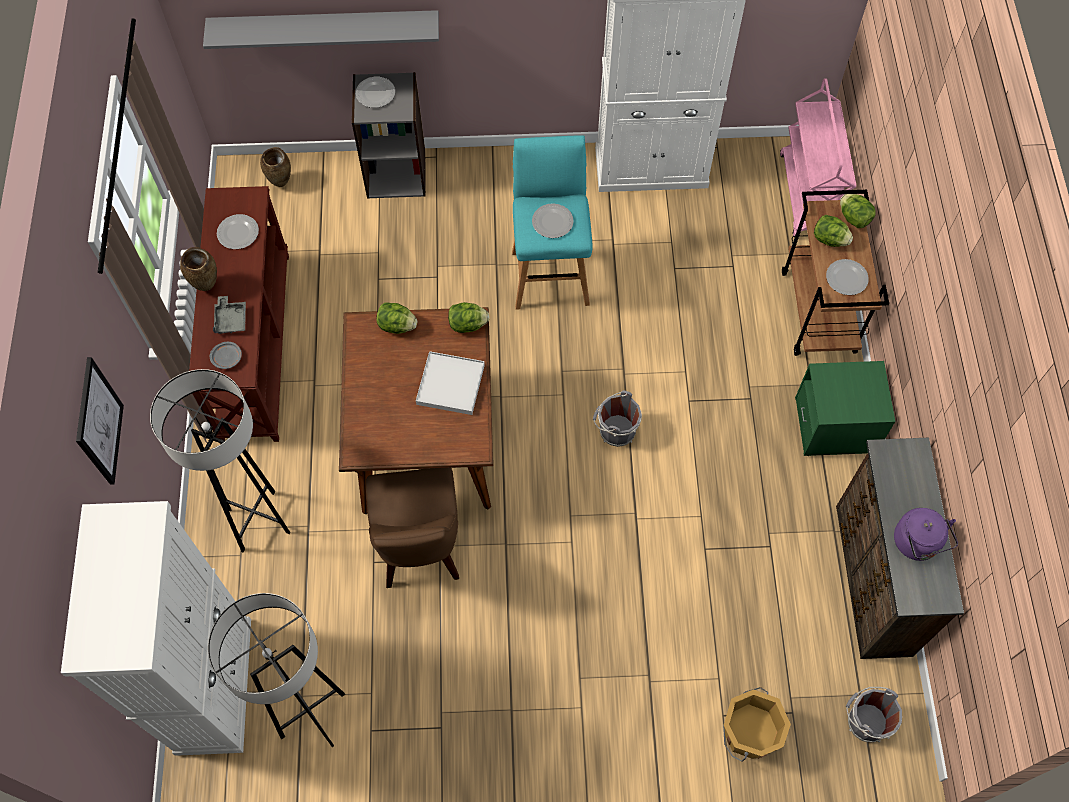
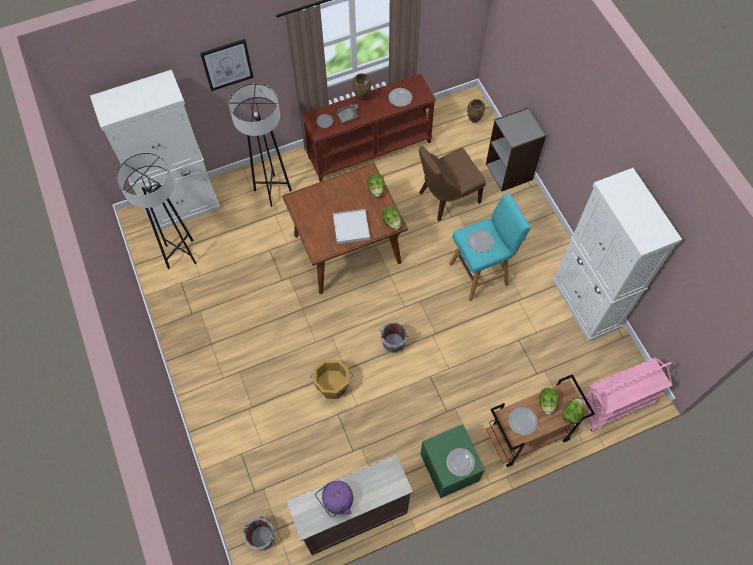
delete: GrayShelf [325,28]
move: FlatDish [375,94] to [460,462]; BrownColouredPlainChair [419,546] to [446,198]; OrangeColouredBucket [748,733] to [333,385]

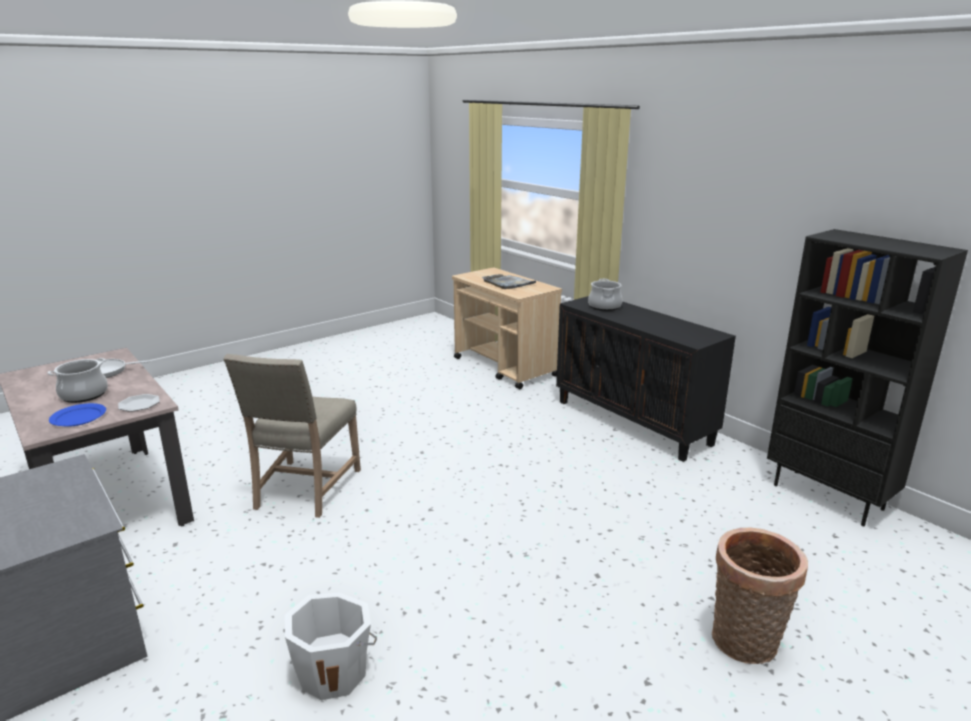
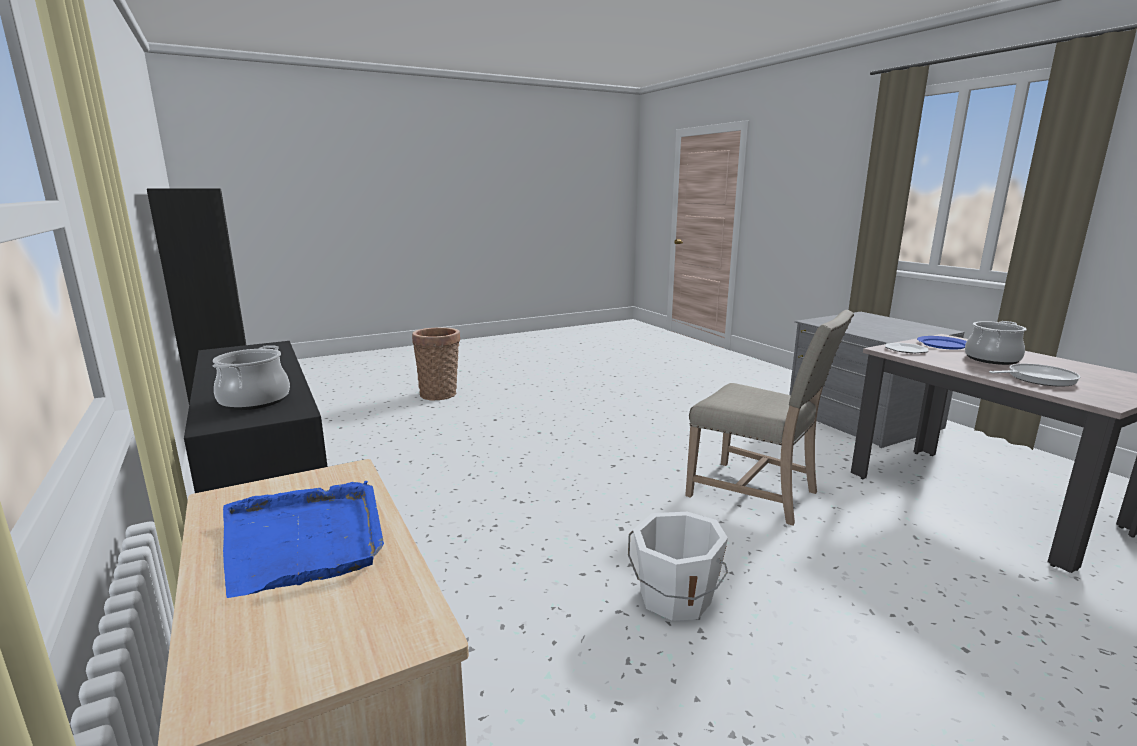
move: WhiteBucket [334,672] to [675,598]
recolor: GrayCarryingTray [508,283] to BlueColouredCarryingTray [304,540]
rotate: BeigeColouredPlainChair [305,490] = [757,493] 105 degrees clockwise

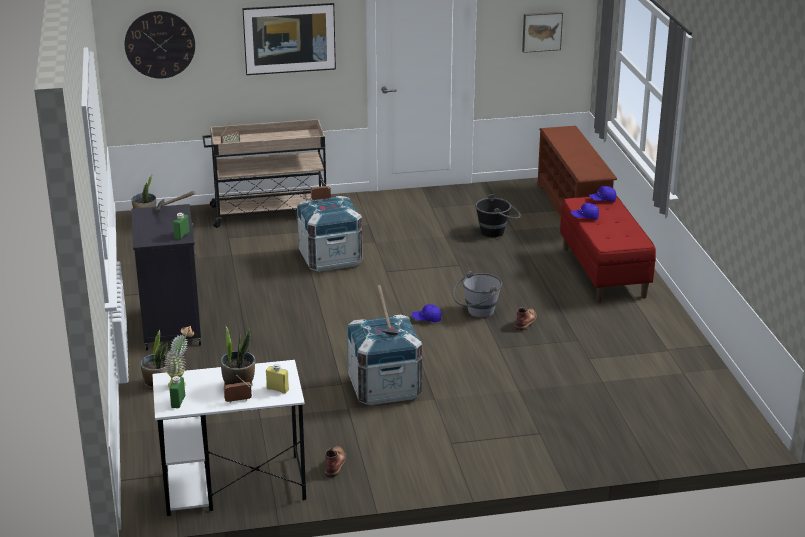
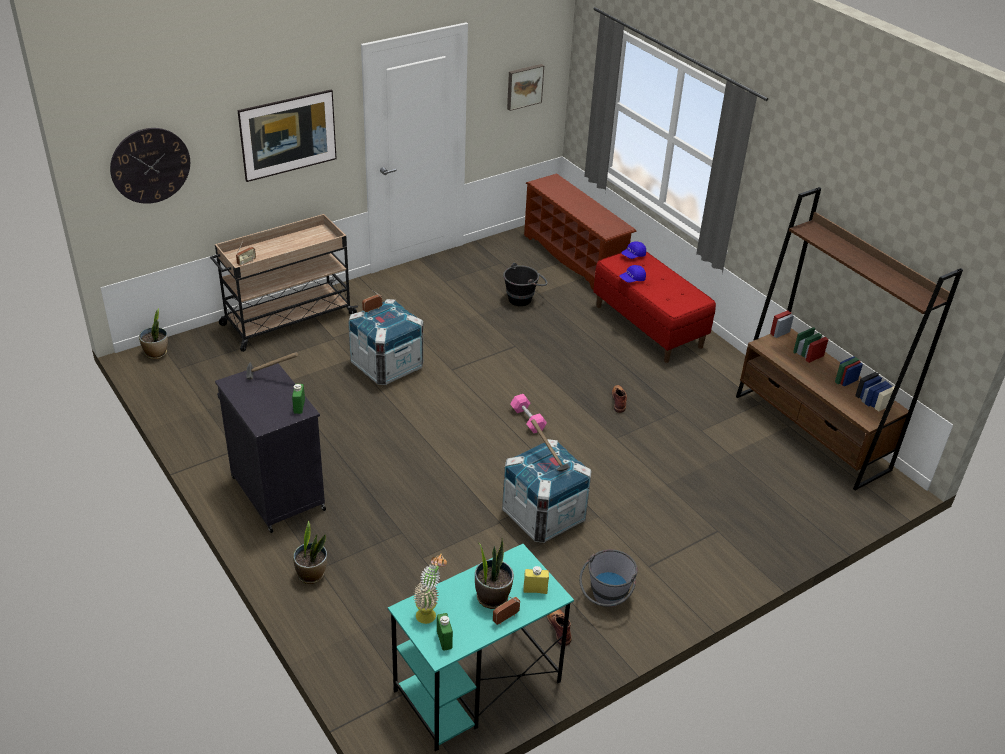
insert: BrownColouredBookshelf [811,432]
move: GrayBucket [476,313] to [606,599]
replace: BlueColouredPeakedCap [426,319] to PinkHandWeight [527,419]
recolor: WhiteDeskUnit [232,485] to TurquoiseColouredDeskUnit [476,687]

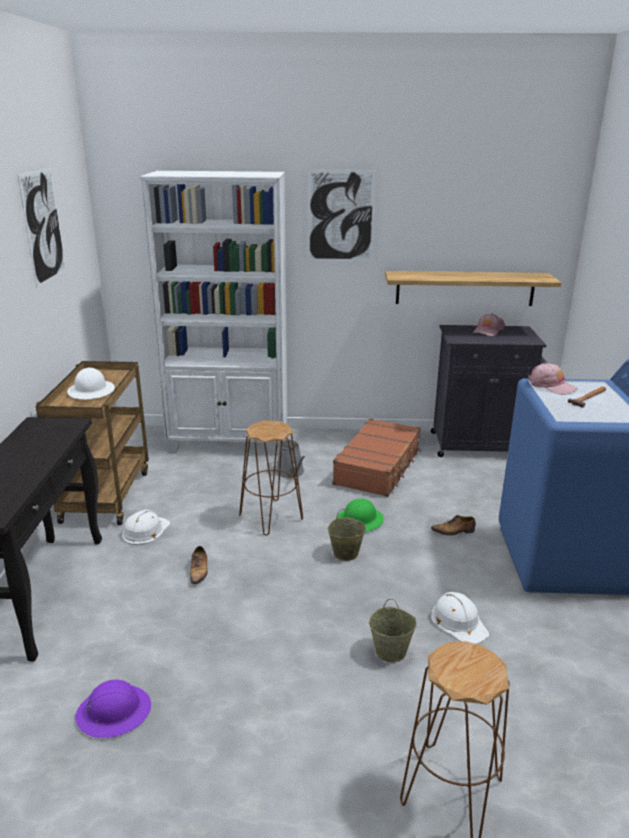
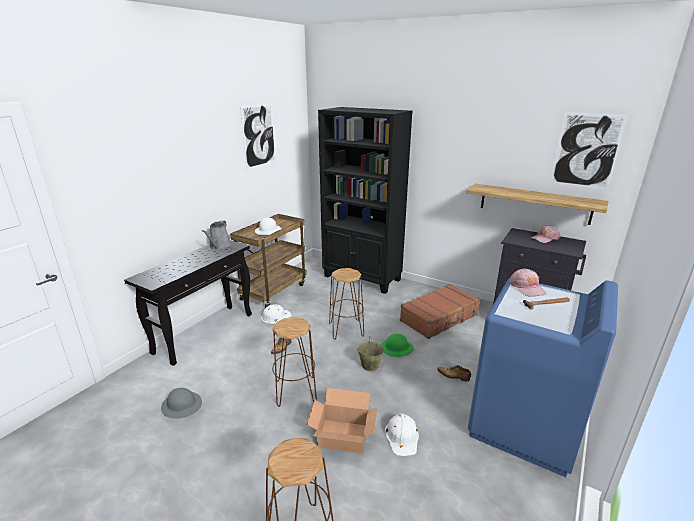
insert: BrownColouredSittingStool [295,391]
move: GrayWateringCan [291,473] to [219,246]; WallArt [340,216] to [586,150]
replace: BeigeColouredBucket [391,651] to CardboardBox [343,436]
recolor: PurpleSafetyHelmet [114,712] to GraySafetyHelmet [182,405]; WhiteBookshelf [230,442] to BlackBookshelf [362,278]

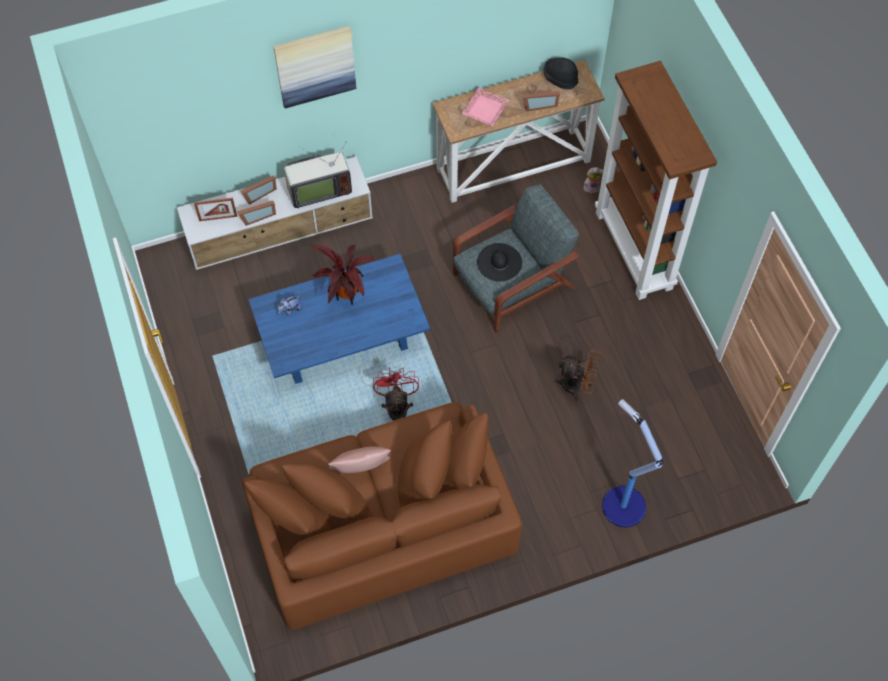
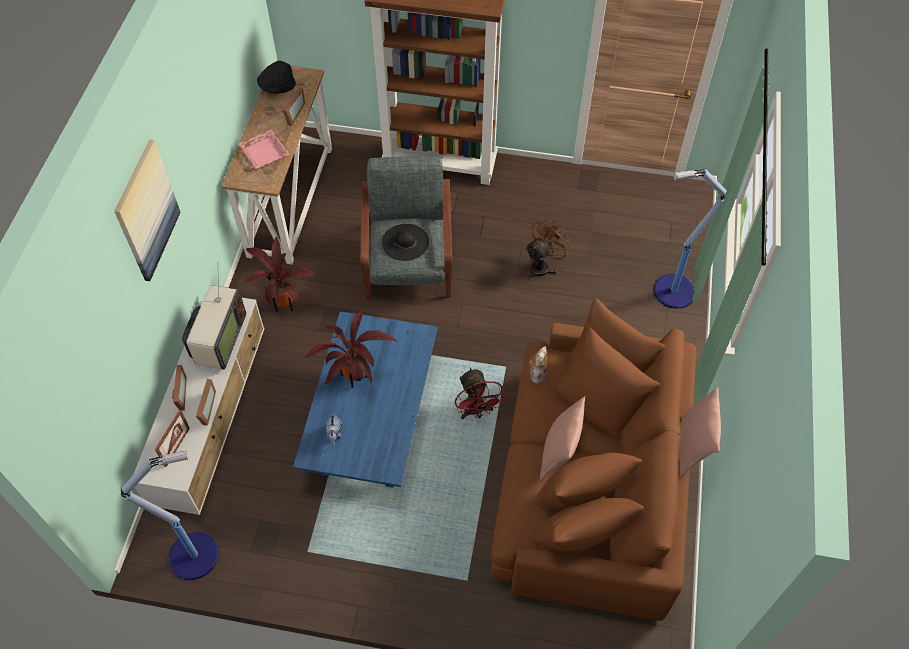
insert: StandardLamp [196,555]; Houseplant [286,302]; PinkCushion [692,447]
move: CuddlyToy [592,187] to [537,373]
rotate: RedColouredCoolingFan [397,407] = [476,411] 135 degrees counterclockwise

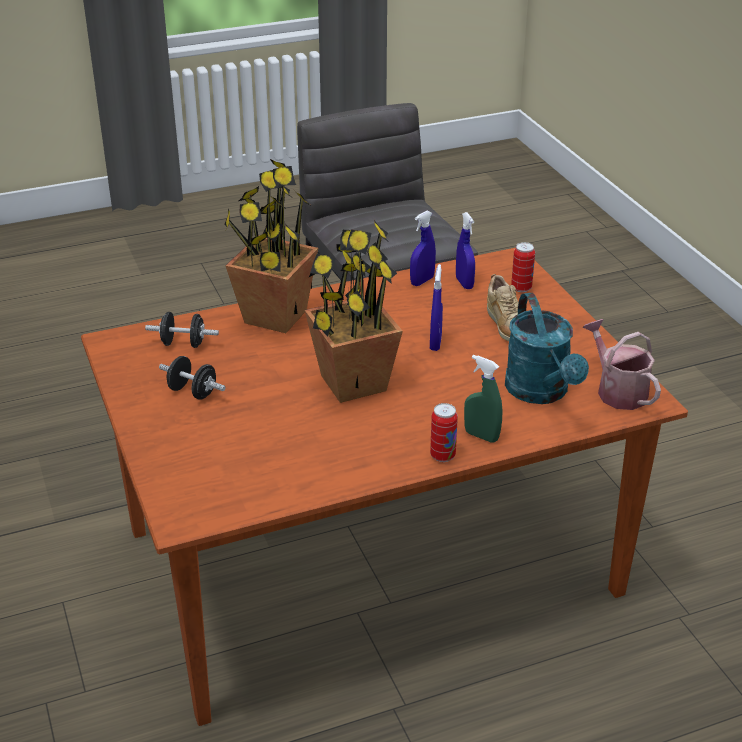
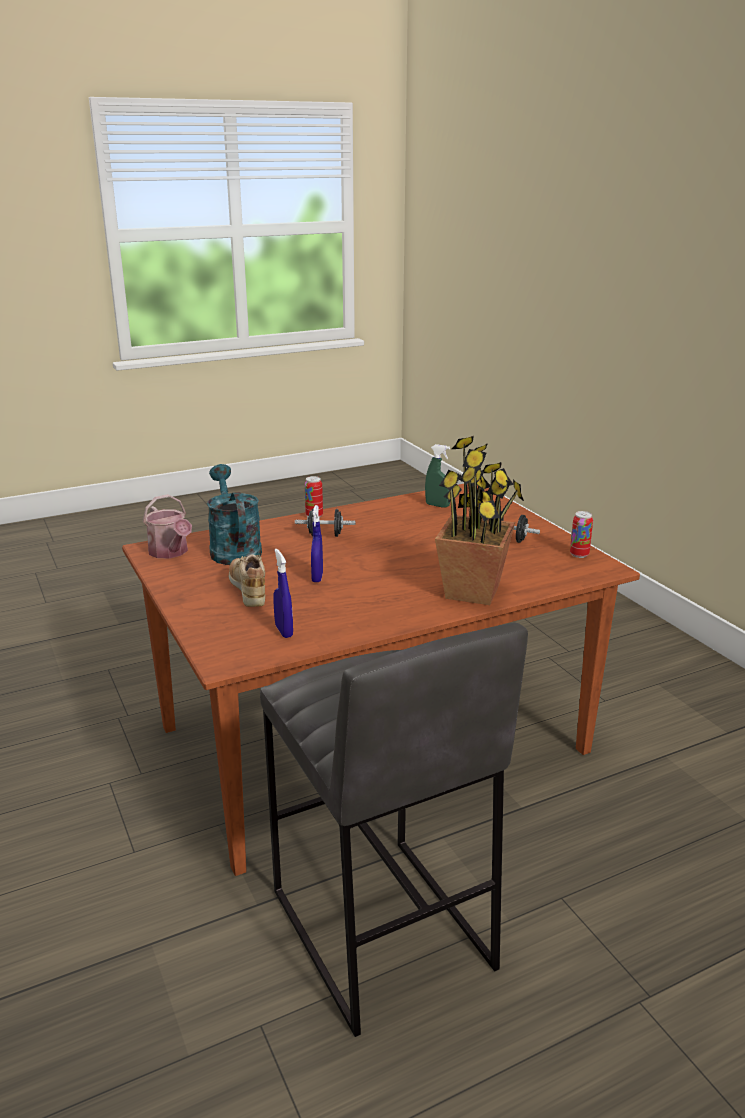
delete: Houseplant [352,383]; BlueColouredSprayer [422,281]
move: BlackHandWeight [183,344] to [325,535]; GreenSprayer [481,436] to [437,505]; MetalCan [521,288] to [579,554]

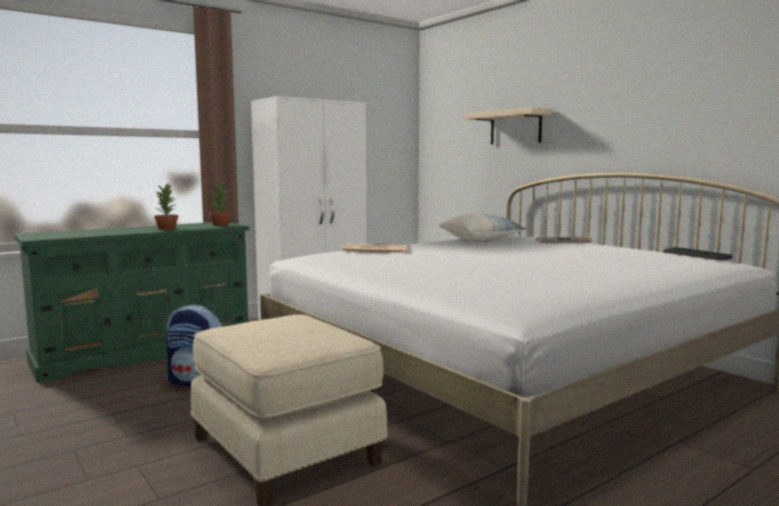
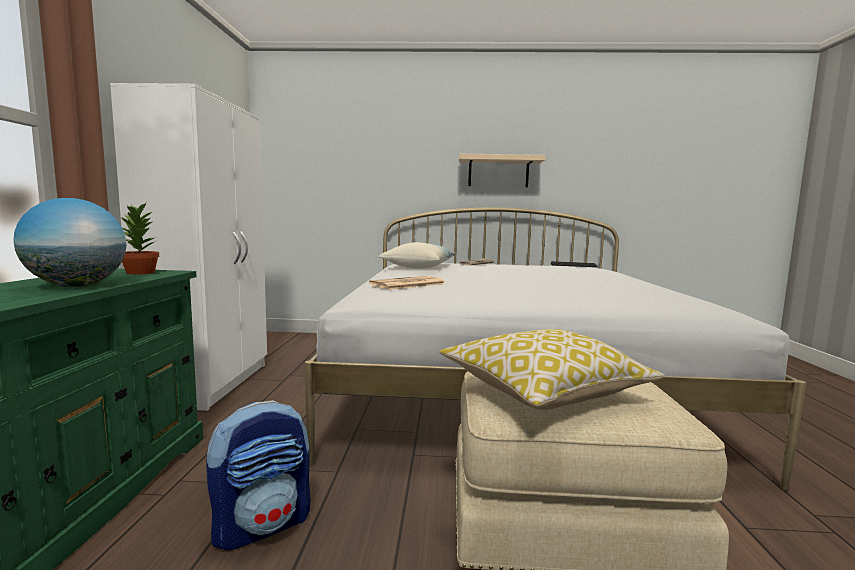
insert: Cushion [542,390]
move: BeigeColouredShelf [515,128] to [498,172]
replace: Houseplant [167,229] to DeskGlobe [77,286]

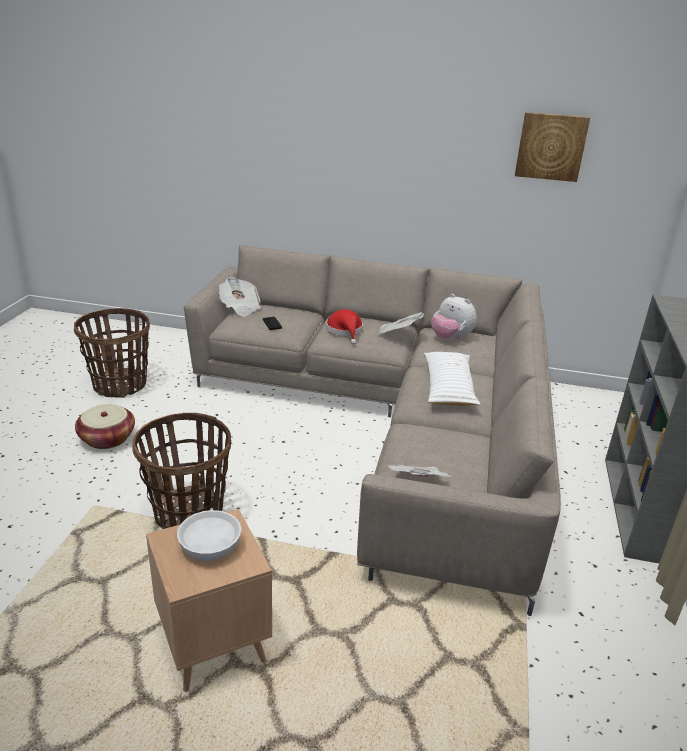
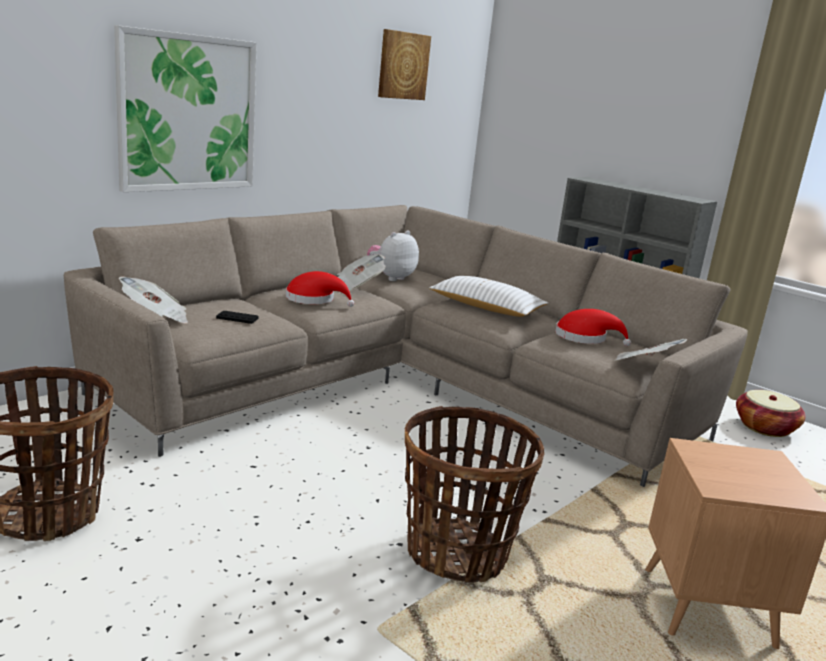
delete: WhiteServingBowl [211,546]
insert: WallArt [188,113]; RedColouredClothingHat [585,338]
move: Basket [107,438] to [765,427]
rotate: CuddlyToy [450,338] = [391,277] 150 degrees clockwise

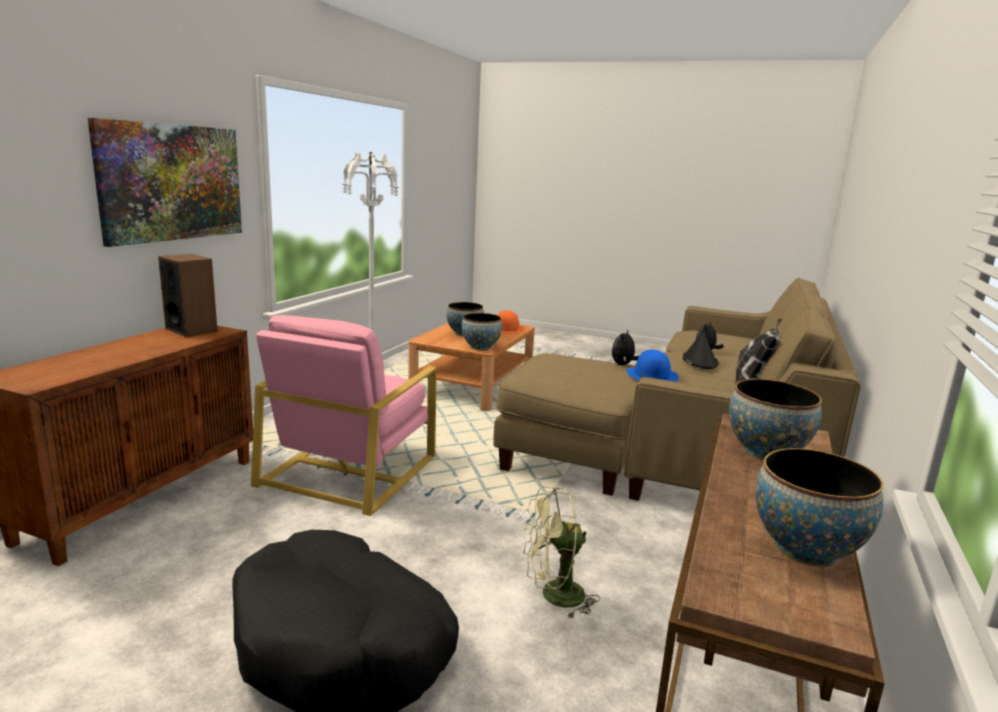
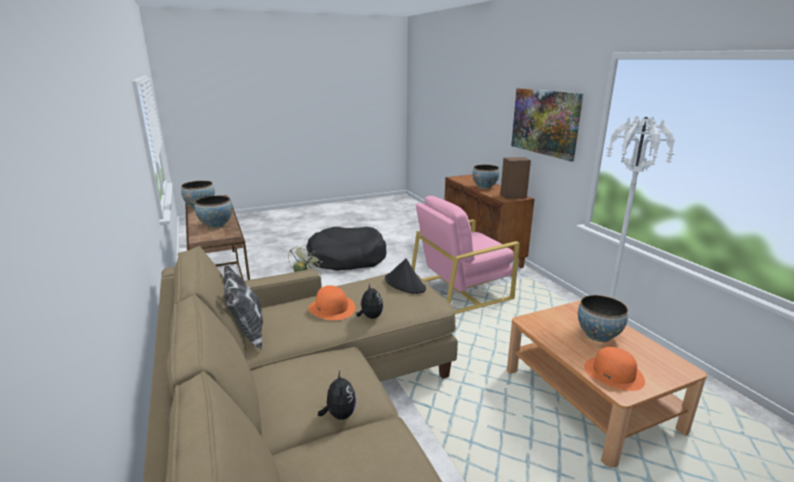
move: ServingBowl [480,347] to [484,187]; BlackClothingHat [699,361] to [405,284]
recolor: BlueColouredClothingHat [651,375] to OrangeColouredClothingHat [332,308]
rotate: PinkLoungeChair [349,469] = [460,290] 90 degrees counterclockwise

